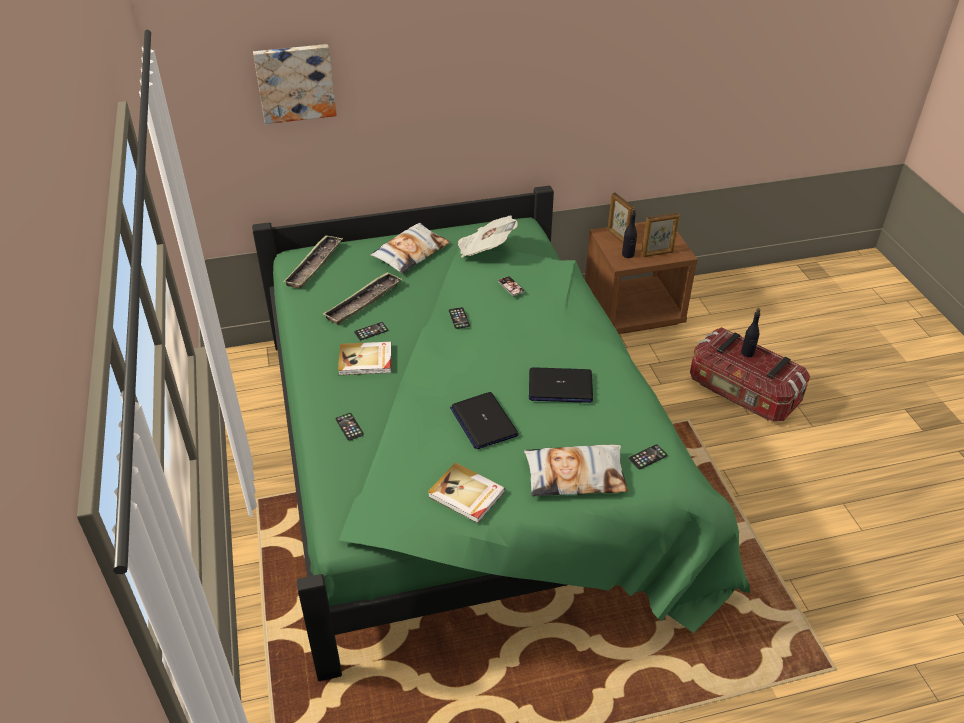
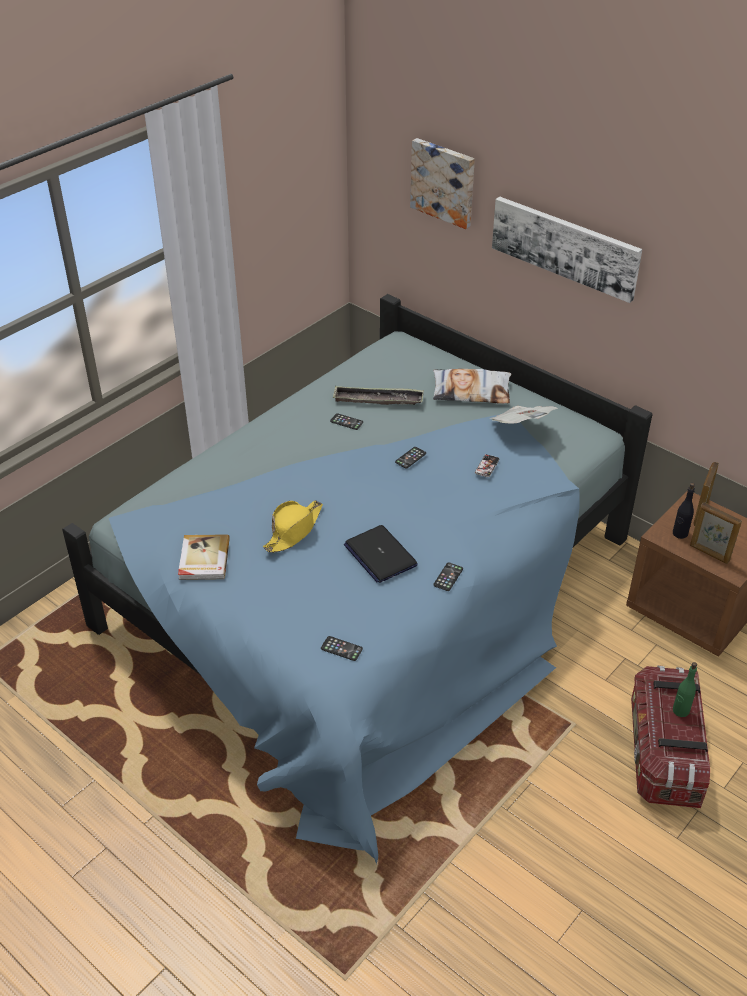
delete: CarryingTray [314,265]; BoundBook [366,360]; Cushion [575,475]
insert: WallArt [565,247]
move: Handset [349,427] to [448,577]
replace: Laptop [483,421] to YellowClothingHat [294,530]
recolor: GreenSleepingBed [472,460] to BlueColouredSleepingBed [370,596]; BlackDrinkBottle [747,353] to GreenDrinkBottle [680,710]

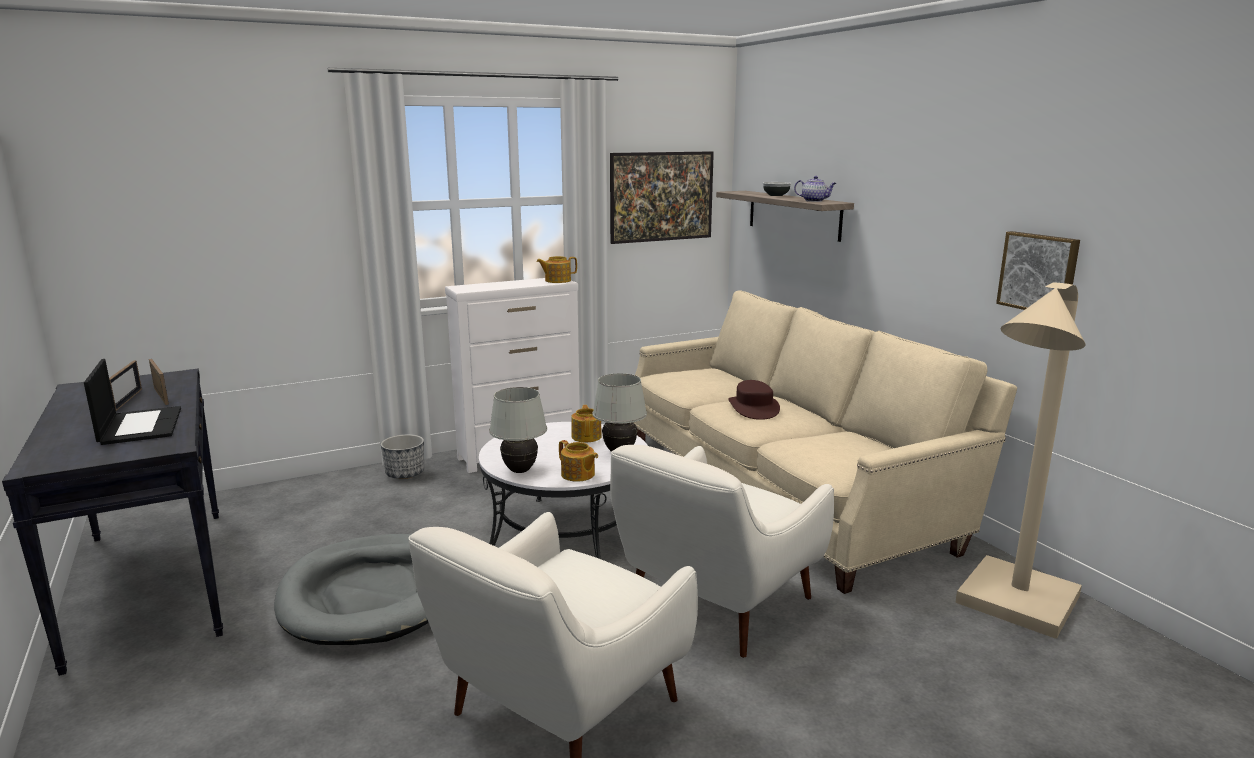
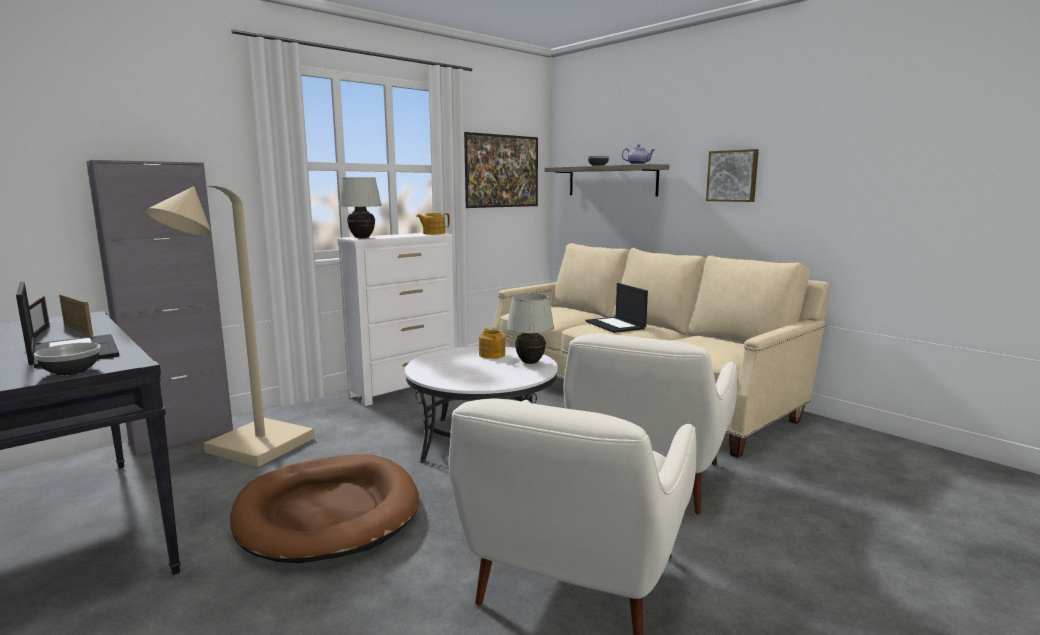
delete: FlowerPot [405,474]; PotForTea [578,475]
insert: ServingBowl [71,372]; GrayCabinet [182,437]
move: WhiteTableLamp [520,471] to [362,238]; BeigeColouredStandardLamp [1012,607] to [249,451]; WallArt [1039,273] to [732,176]
replace: BrownColouredClothingHat [753,408] to Laptop [616,325]
recolor: GrayDogCushion [371,595] to BrownColouredDogCushion [327,512]

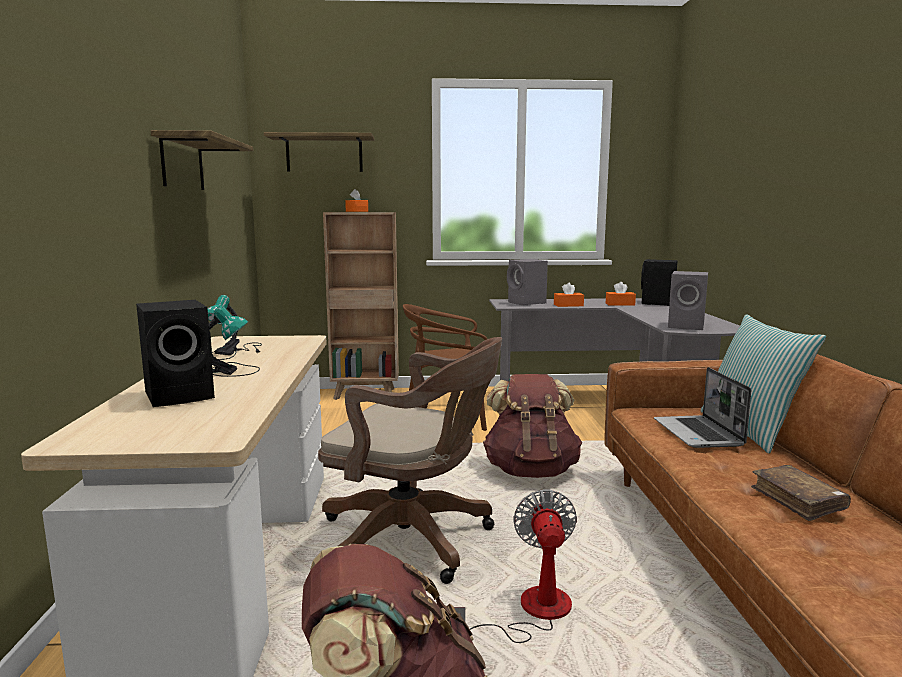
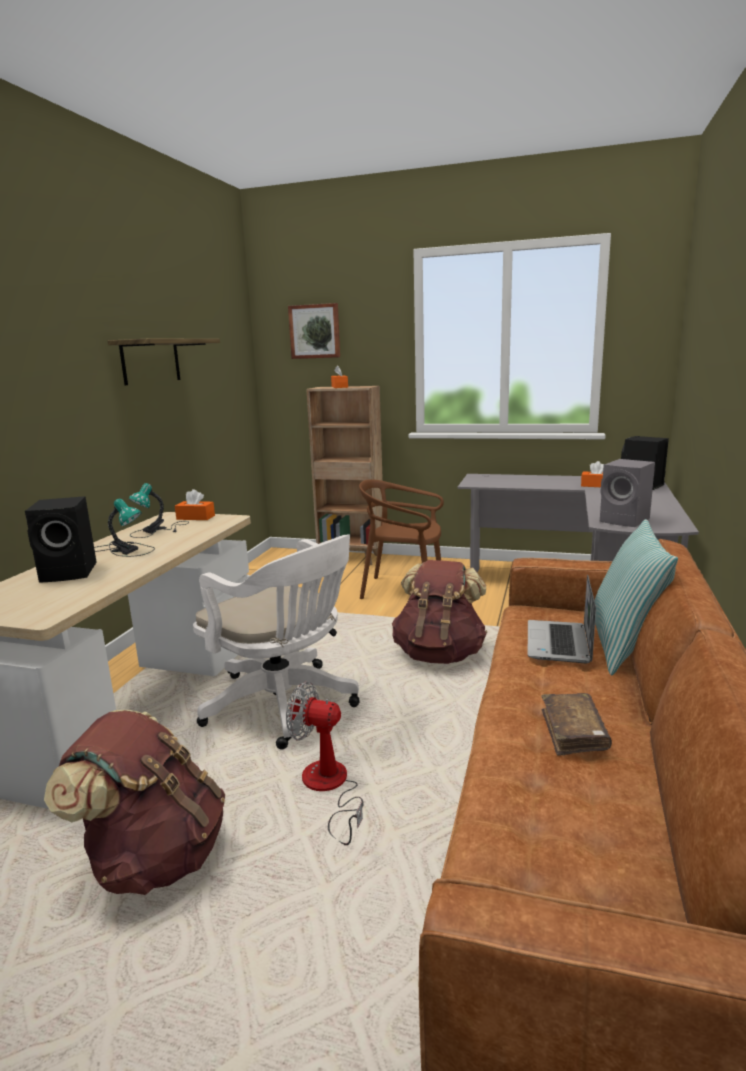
delete: GrayAudioSpeaker [527,303]
move: OrangeColouredBoxOfTissues [568,305] to [195,517]
replace: Shelf [324,154] to WallArt [315,331]
recolor: BrownColouredDeskChair [414,540] to WhiteDeskChair [285,706]
rotate: CoolingFan [531,613] = [329,788] 90 degrees counterclockwise

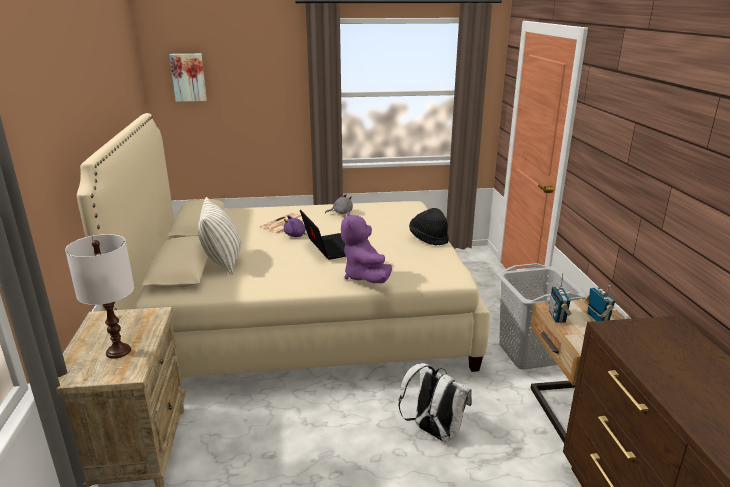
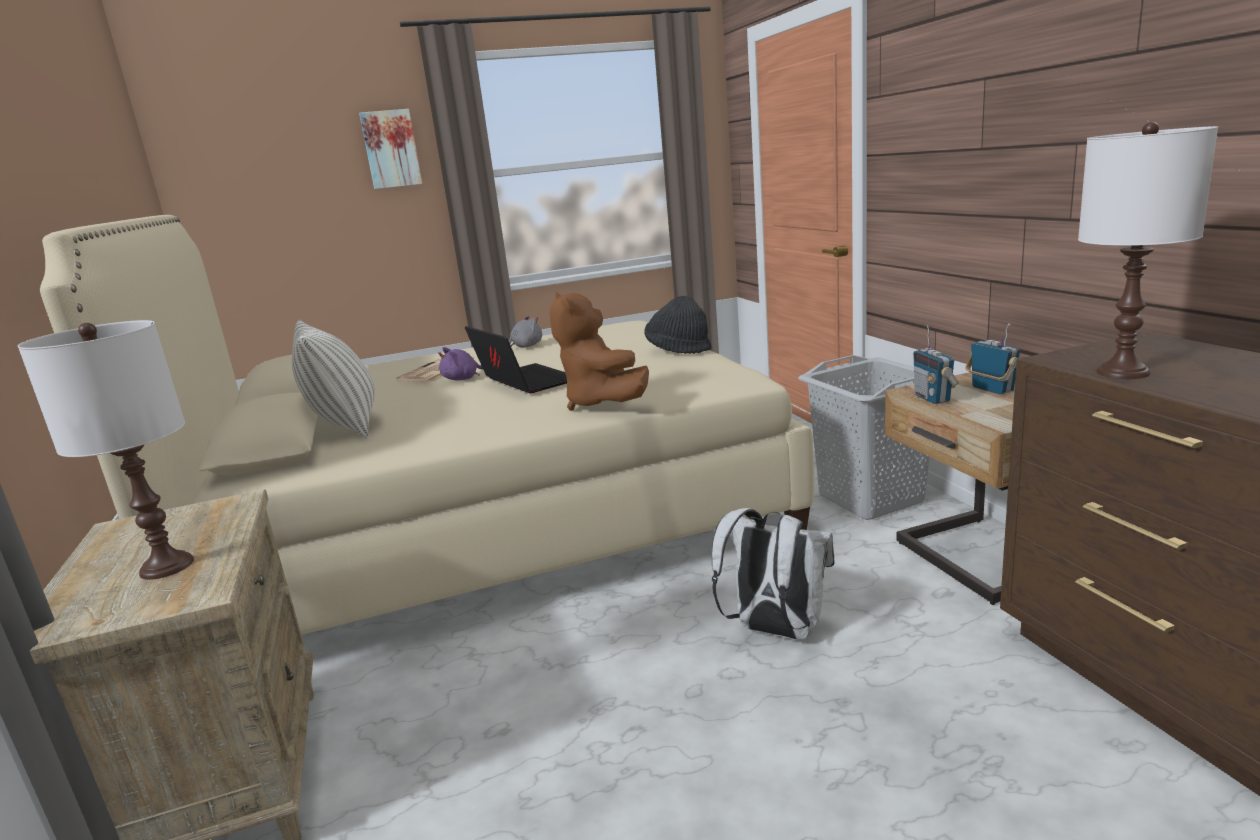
insert: WhiteTableLamp [1122,372]
move: WallArt [188,77] to [391,149]
recolor: PurpleCuddlyToy [365,277] to BrownColouredCuddlyToy [601,403]

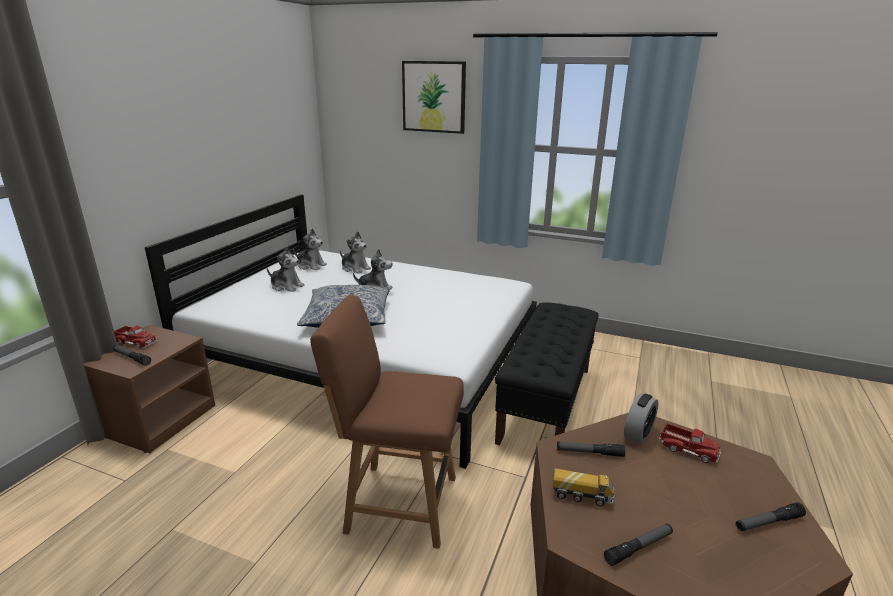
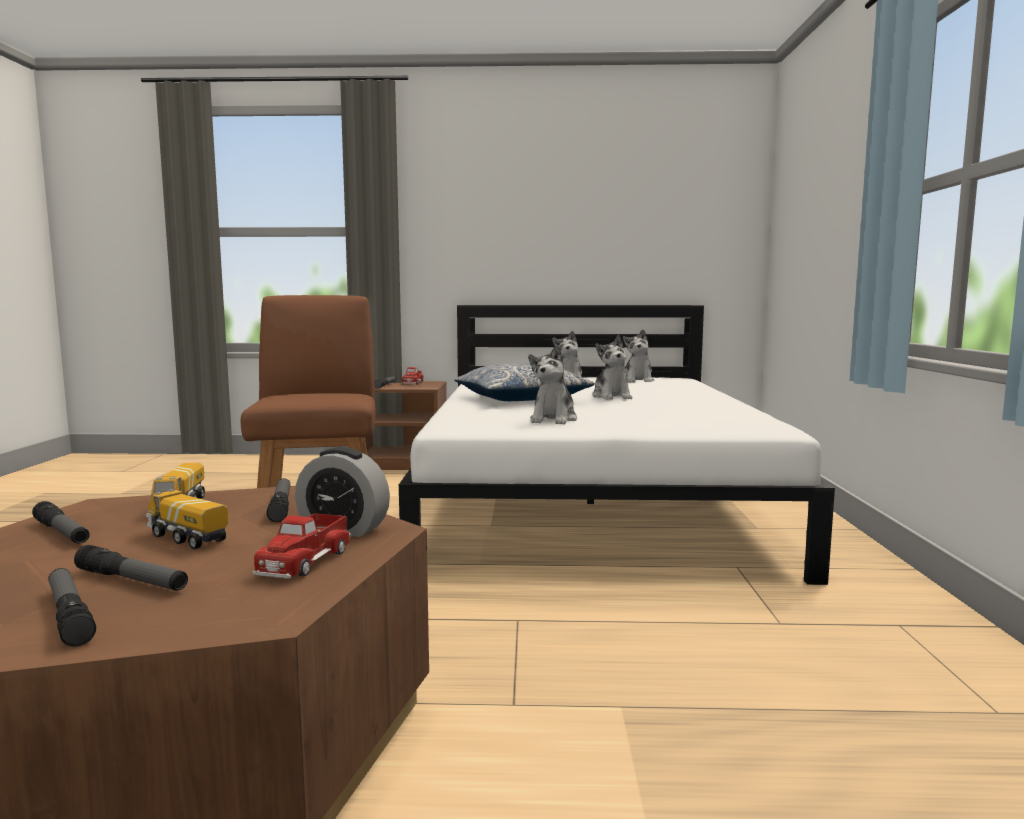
delete: WallArt [434,97]; BlackLongSeat [546,403]
insert: Flashlight [132,580]; ToyTruck [187,538]
move: CuddlyToy [355,268] to [553,419]

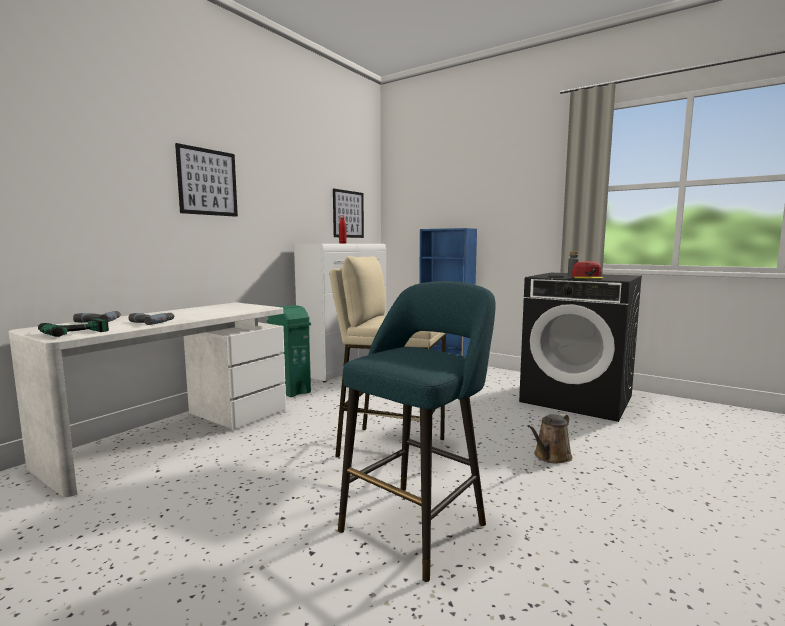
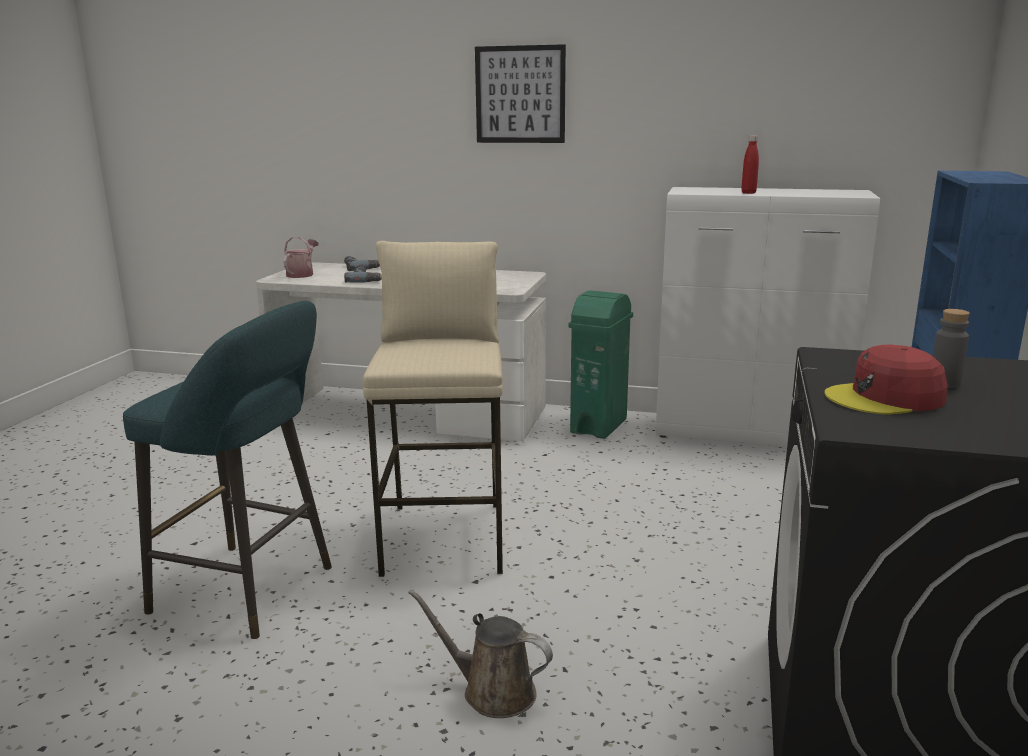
delete: WallArt [348,214]
replace: Drill [70,331] to WateringCan [302,274]

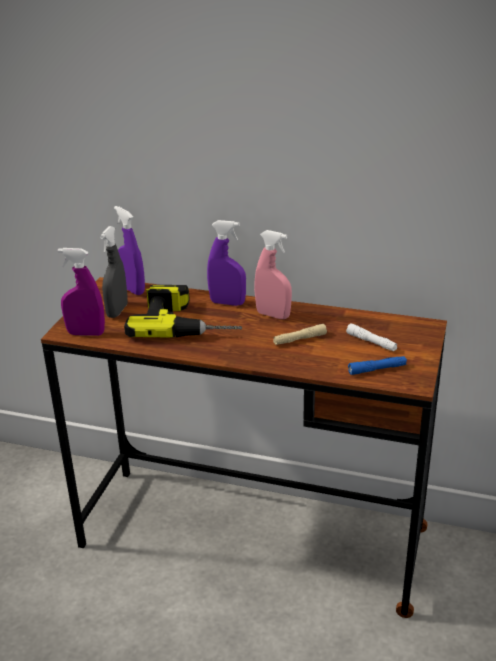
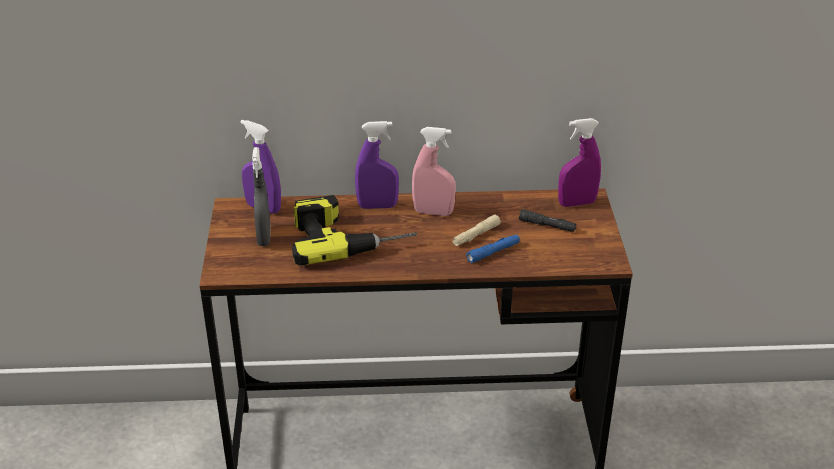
move: PurpleSprayer [86,333] to [577,203]; BlueColouredFlashlight [377,369] to [493,252]
recolor: WhiteFlashlight [371,342] to BlackFlashlight [547,225]

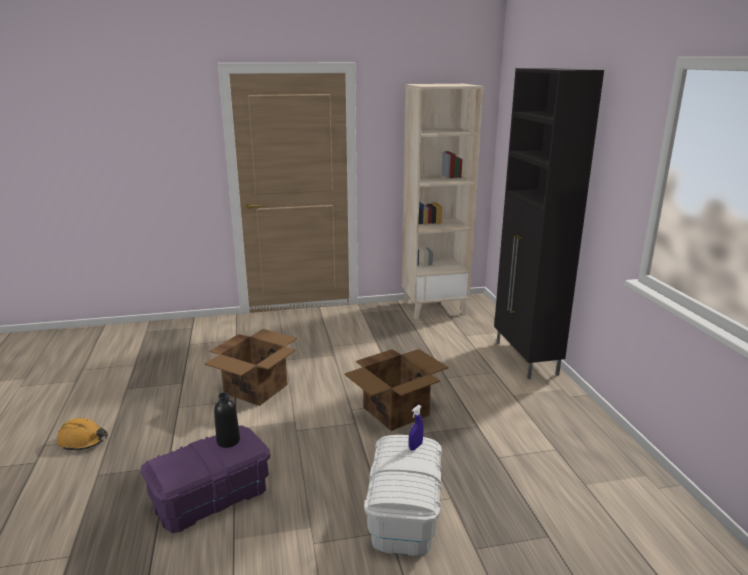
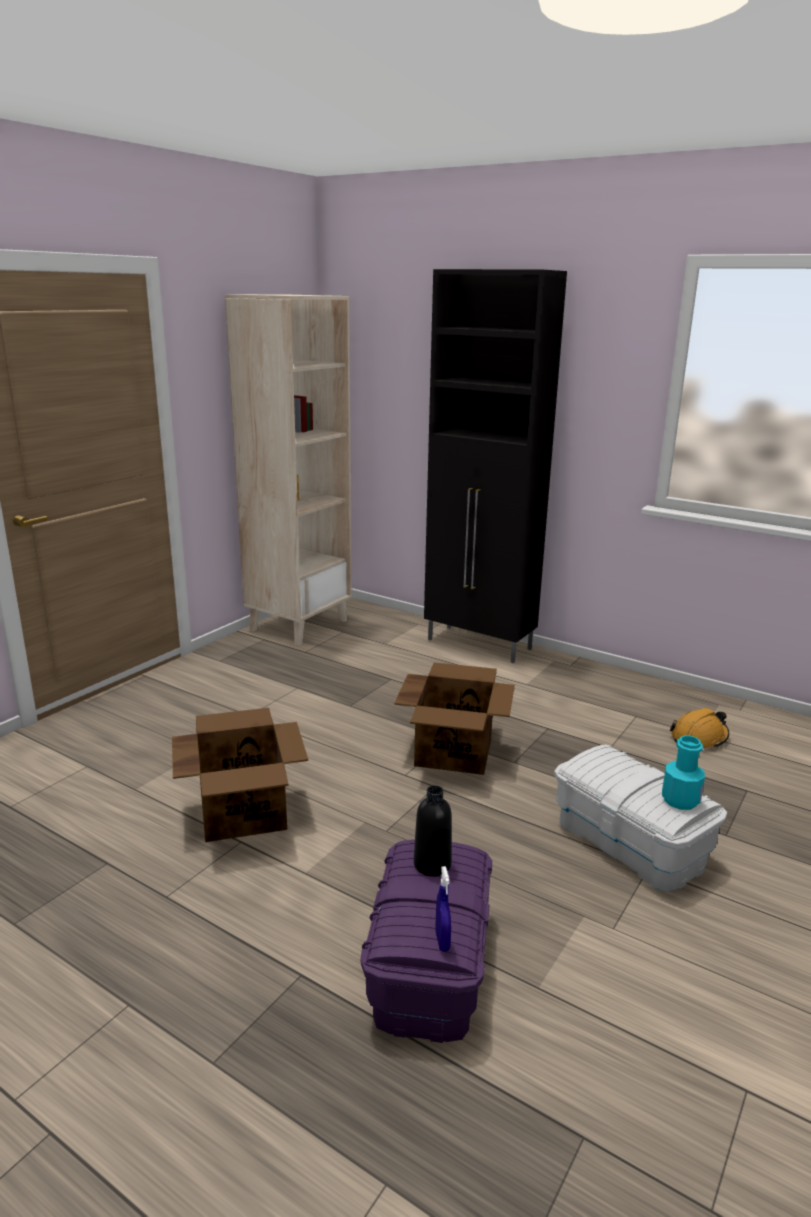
insert: TurquoiseColouredDrinkBottle [680,800]
move: OrangeColouredSafetyHelmet [83,441] to [699,738]; BlueColouredSprayer [415,446] to [442,941]

